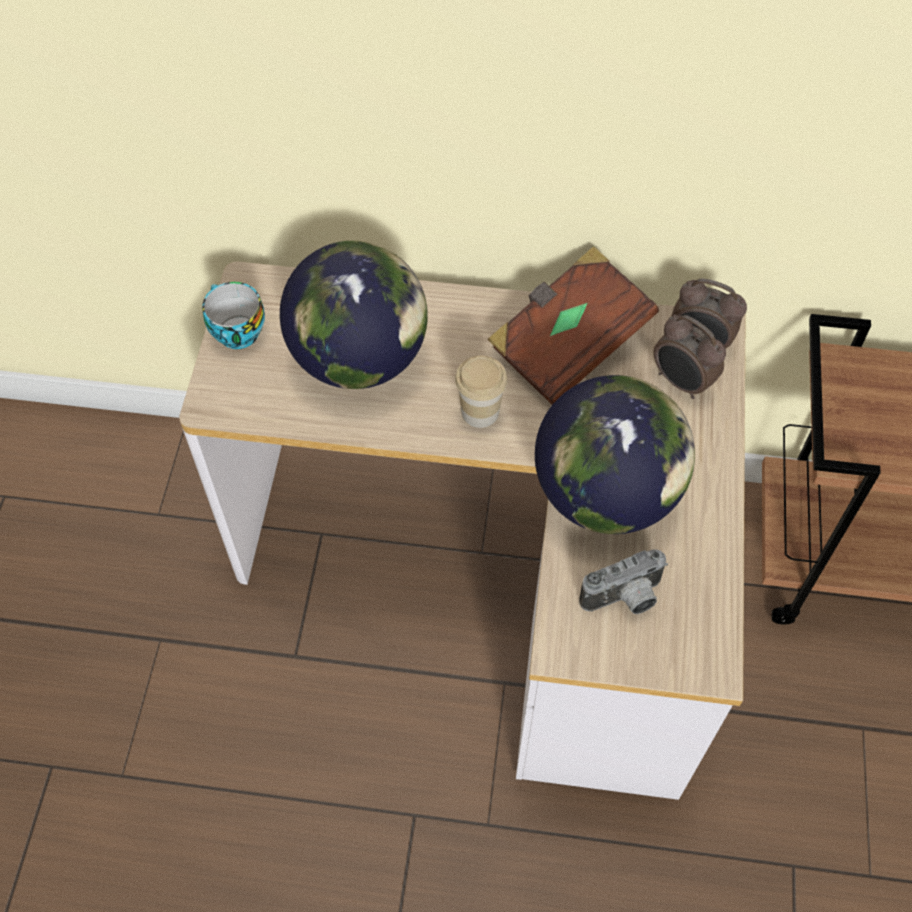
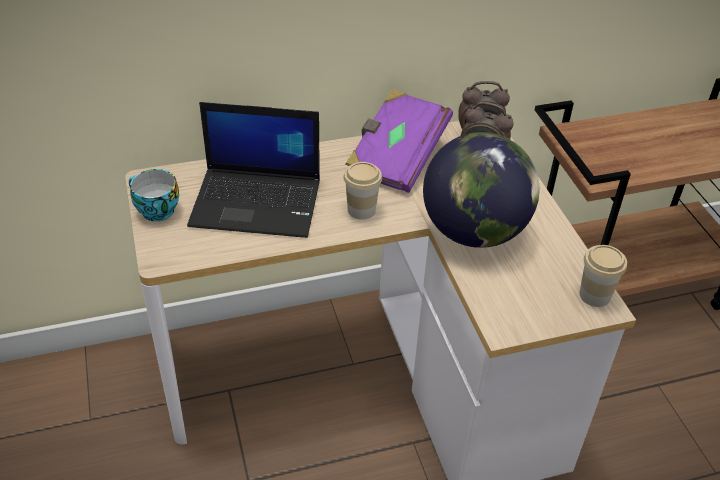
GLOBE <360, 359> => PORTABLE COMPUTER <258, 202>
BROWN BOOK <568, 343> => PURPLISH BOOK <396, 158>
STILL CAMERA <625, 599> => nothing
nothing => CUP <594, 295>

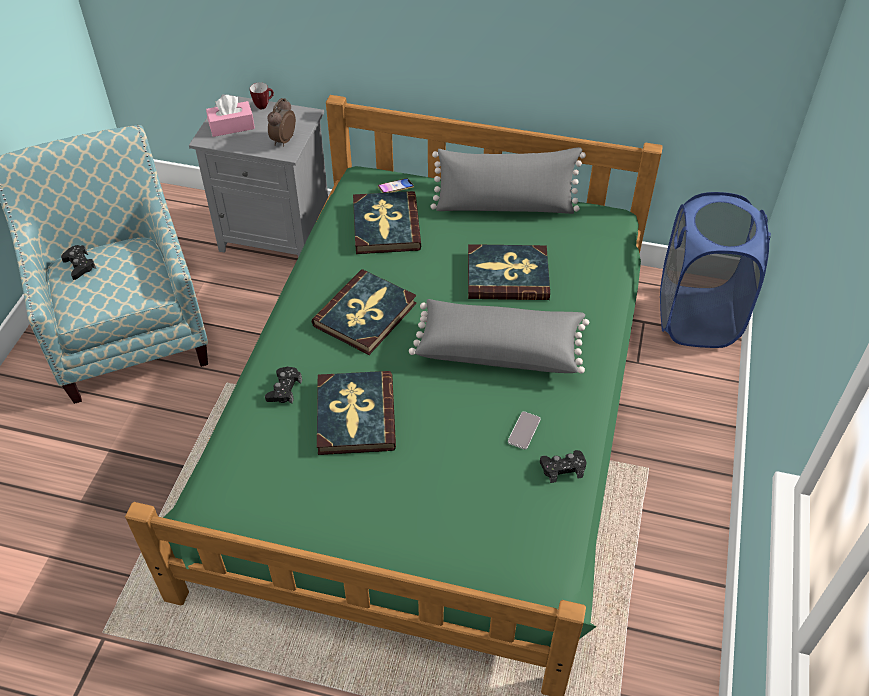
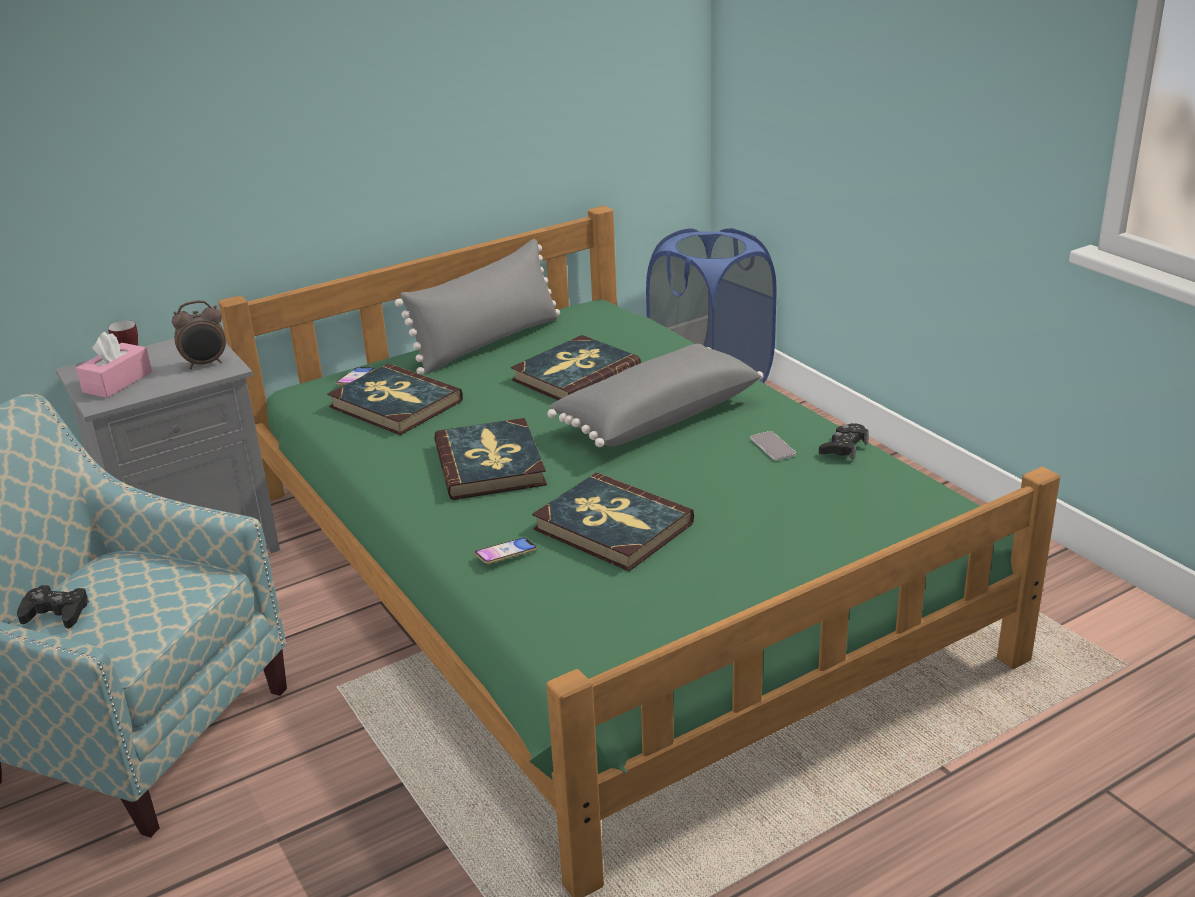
BLACK GAMEPAD <284, 389> => TELEPHONE <506, 554>
TABLE CLOCK <283, 140> => TABLE CLOCK <206, 364>, 90 degrees counterclockwise

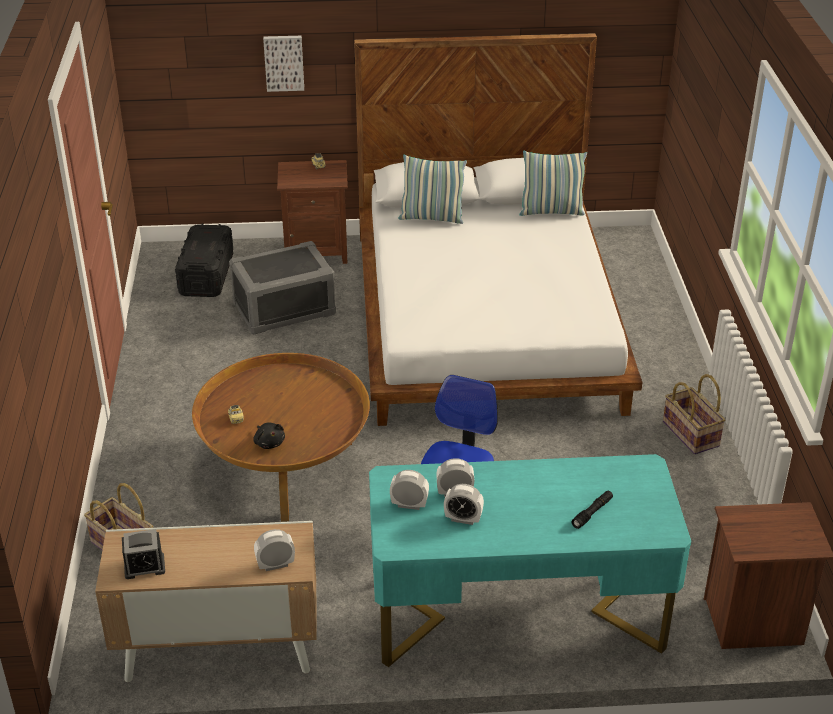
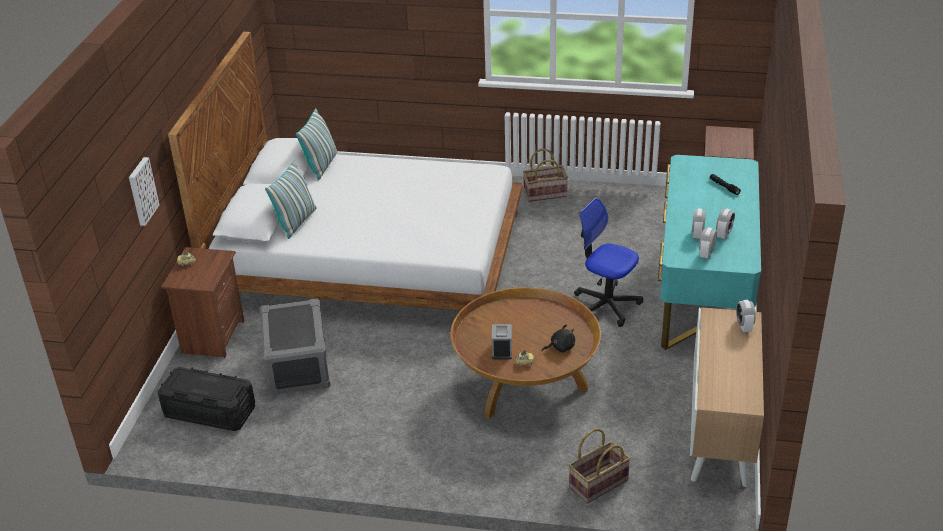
TABLE CLOCK <144, 566> => TABLE CLOCK <502, 350>, relocated

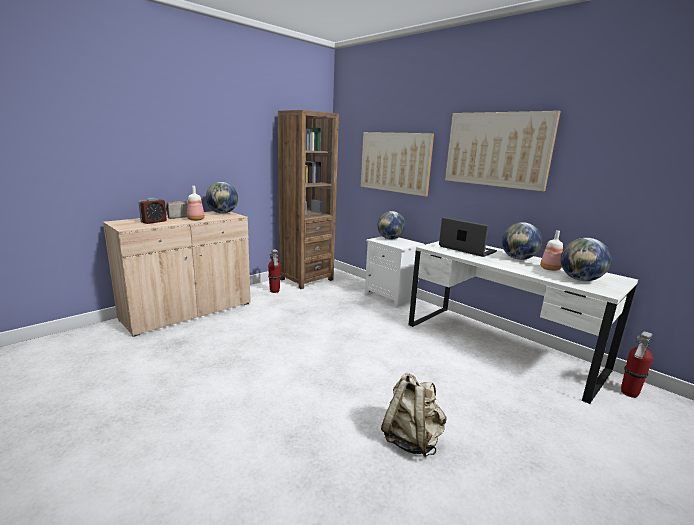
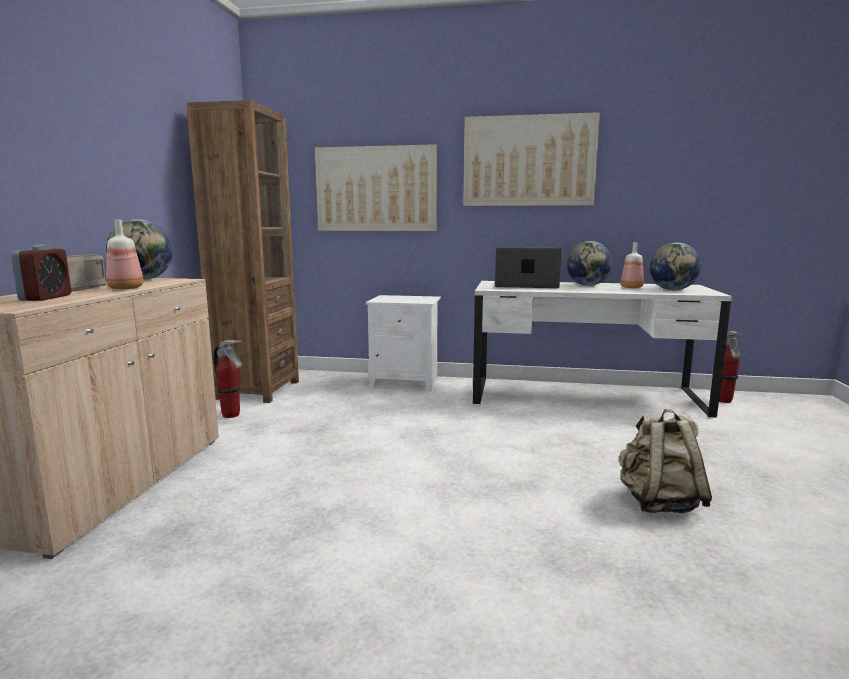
GLOBE <390, 239> => nothing

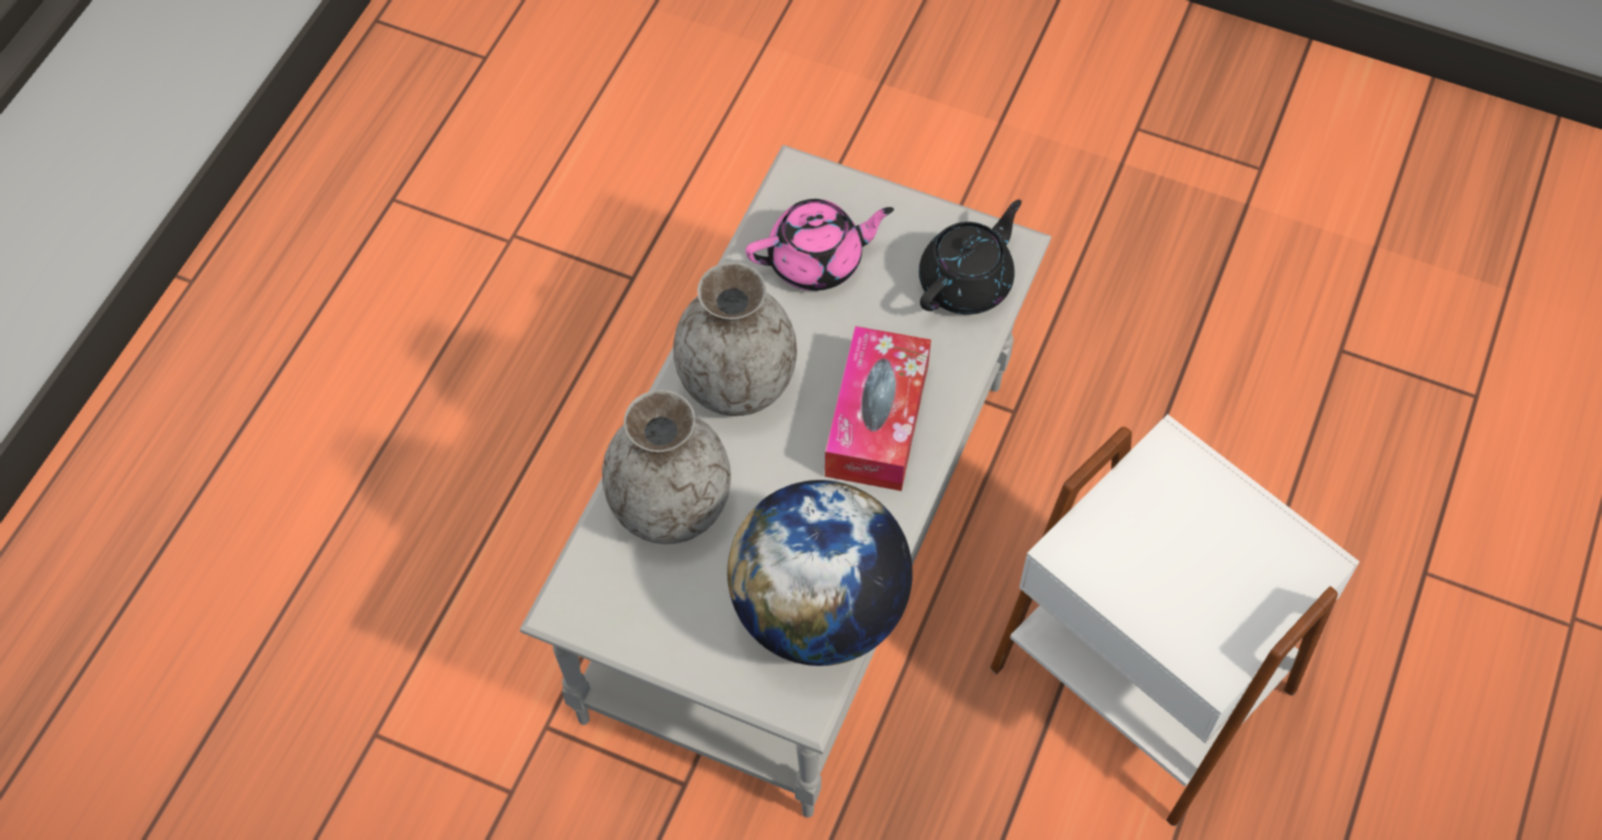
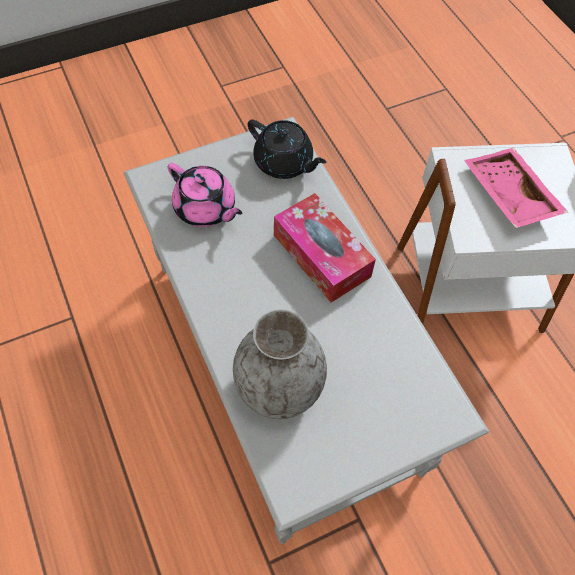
GRAY DECORATIVE VASE <736, 384> => nothing
GLOBE <819, 611> => nothing
PINKISH TEAPOT <817, 260> => PINKISH TEAPOT <205, 209>, 105 degrees clockwise
BLACK TEAPOT <967, 282> => BLACK TEAPOT <284, 163>, 135 degrees clockwise
nothing => PINKISH SERVING TRAY <507, 195>

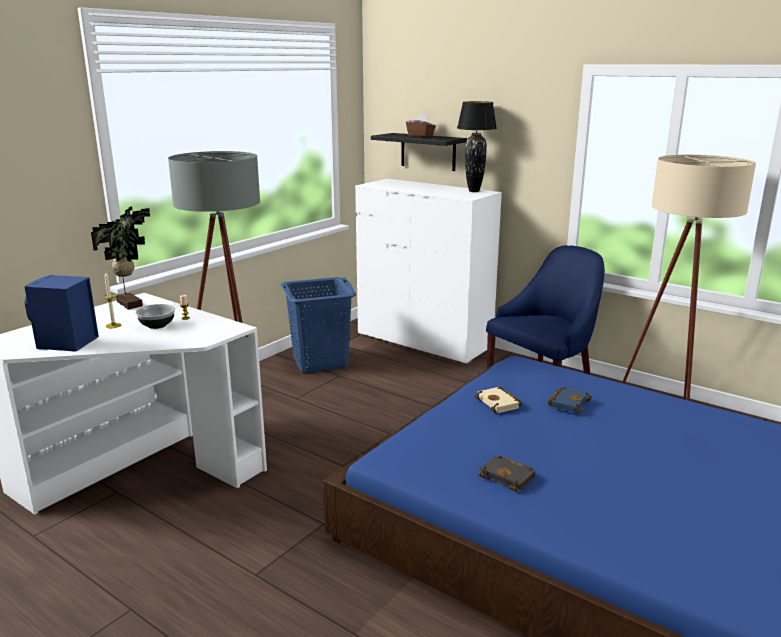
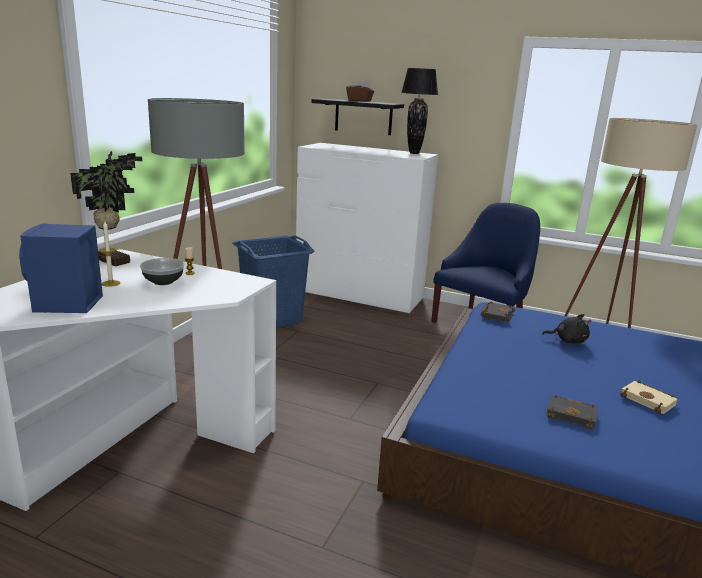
BEIGE-COLOURED BOOK <499, 403> => BEIGE-COLOURED BOOK <649, 400>, relocated
BLUE BOOK <568, 402> => BLACK SOFT TOY <568, 341>
nothing => BLACK BOOK <496, 314>

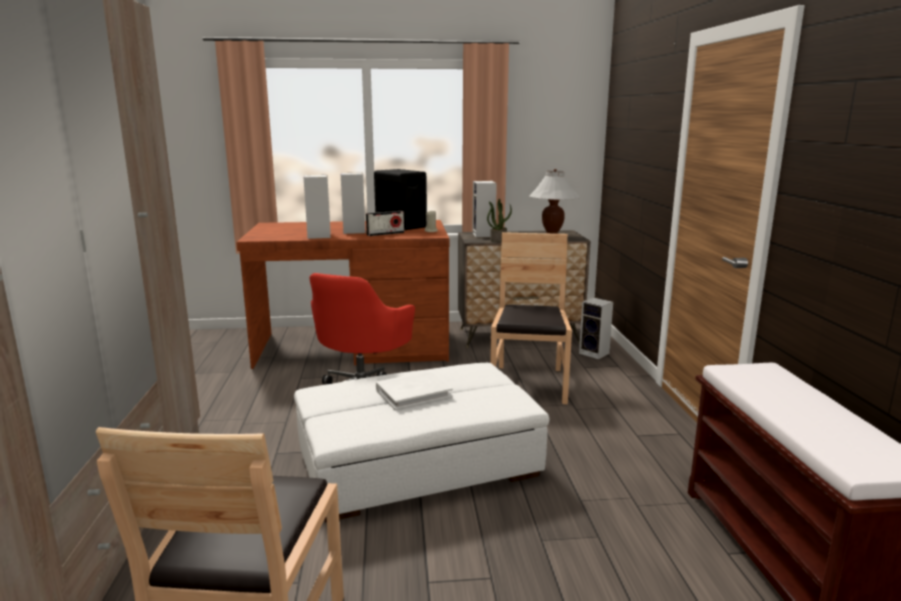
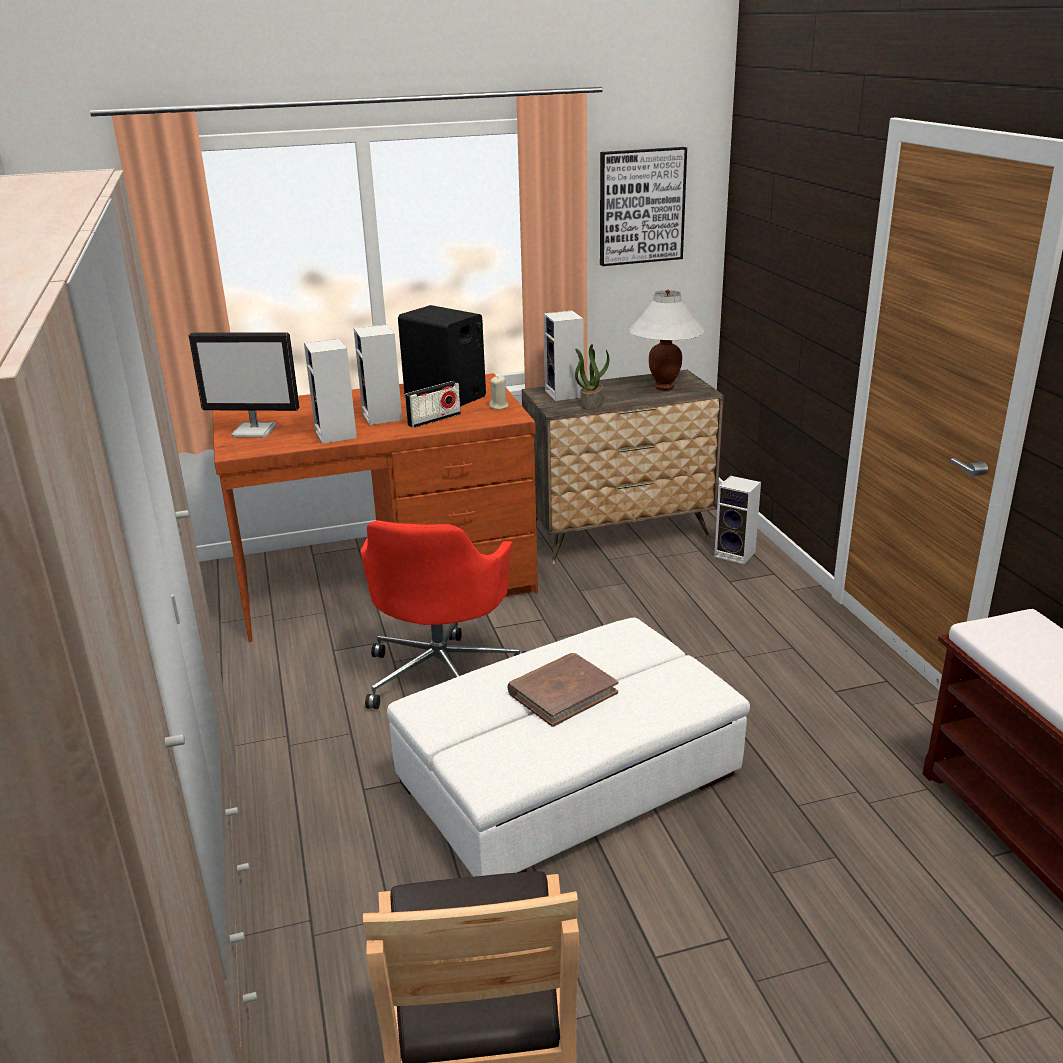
WHITE BOOK <413, 393> => BROWN BOOK <562, 693>
BROWN CHAIR <529, 384> => nothing
nothing => MONITOR <255, 431>
nothing => PICTURE <641, 206>

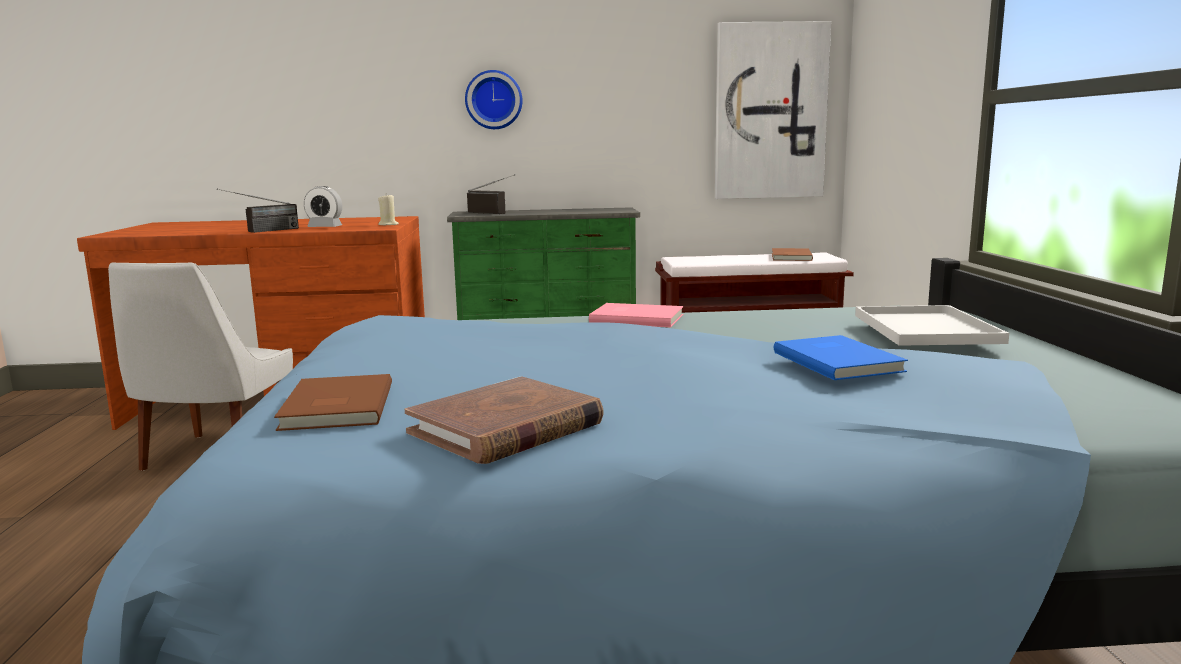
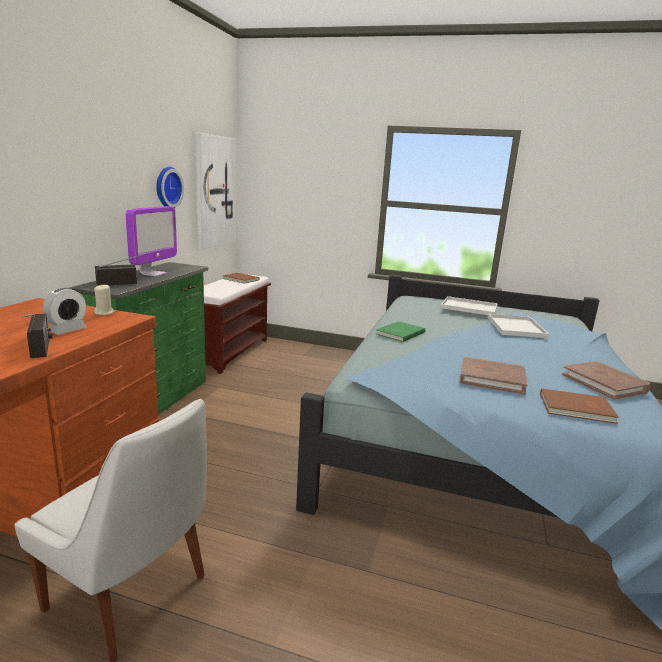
CLOCK ON THE WALL <494, 100> => CLOCK ON THE WALL <166, 187>, relocated
PINKISH BOOK <636, 318> => GREENISH BOOK <399, 333>
BLUE BOOK <838, 361> => WHITE SERVING TRAY <515, 326>
nothing => MONITOR <153, 273>
nothing => BROWN BOOK <492, 378>

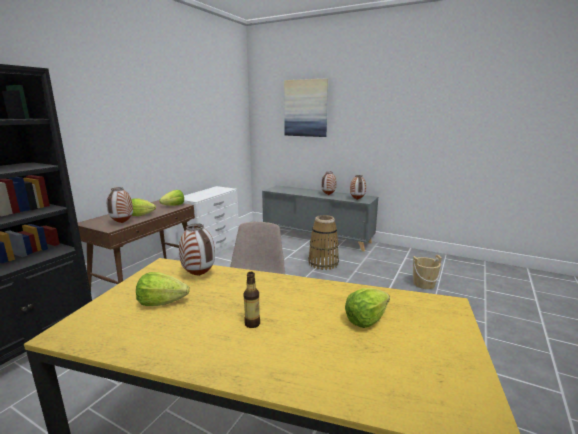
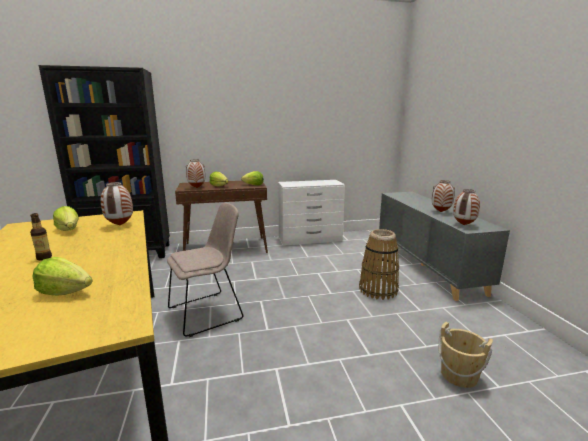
PICTURE <306, 108> => nothing

